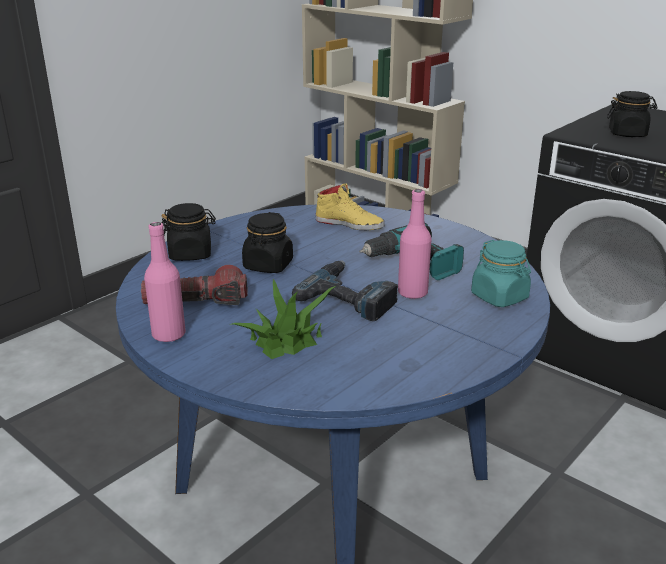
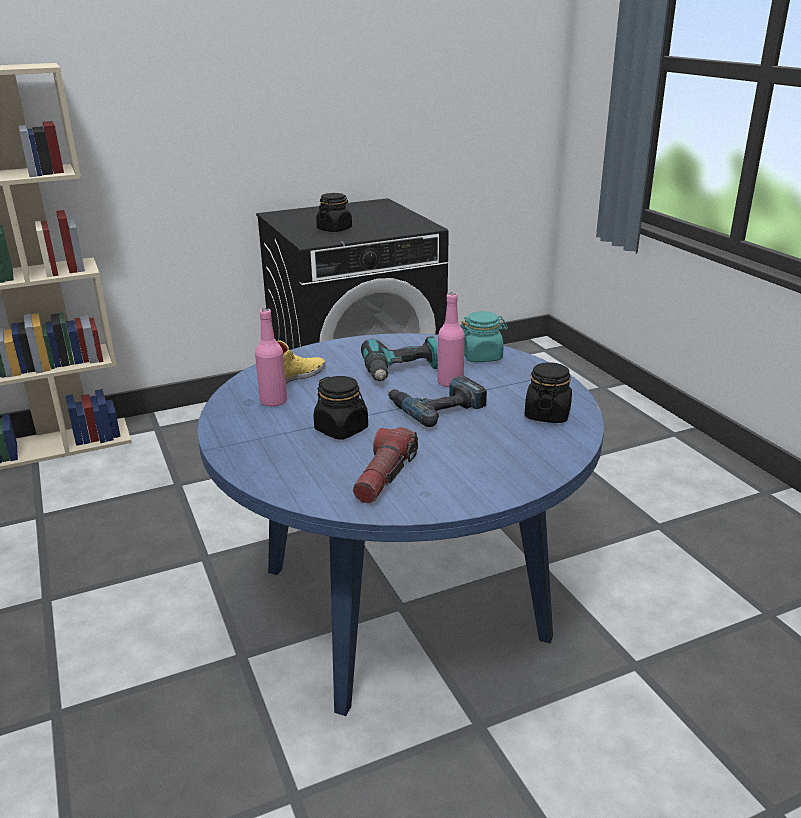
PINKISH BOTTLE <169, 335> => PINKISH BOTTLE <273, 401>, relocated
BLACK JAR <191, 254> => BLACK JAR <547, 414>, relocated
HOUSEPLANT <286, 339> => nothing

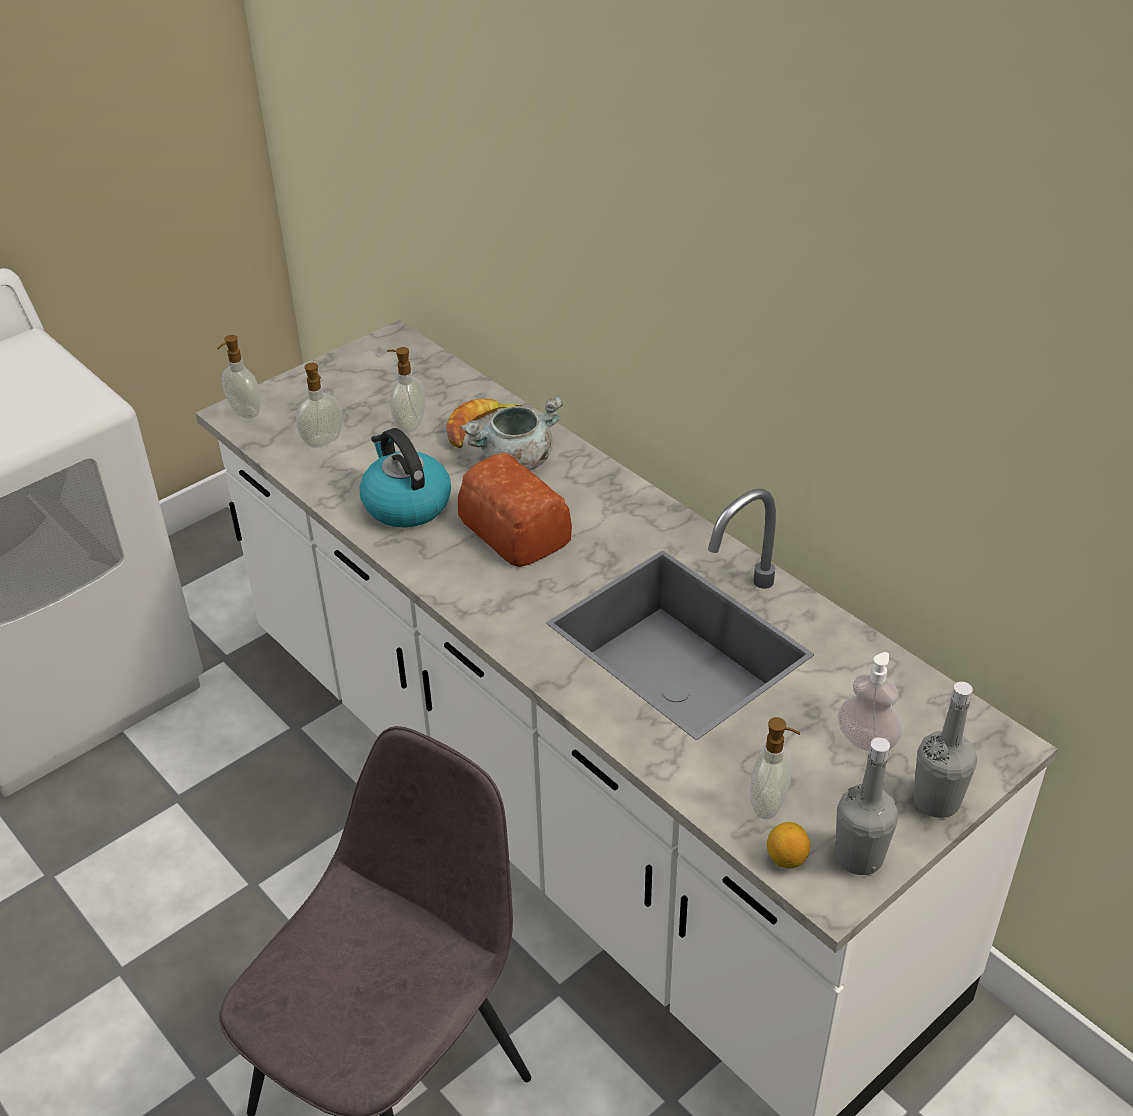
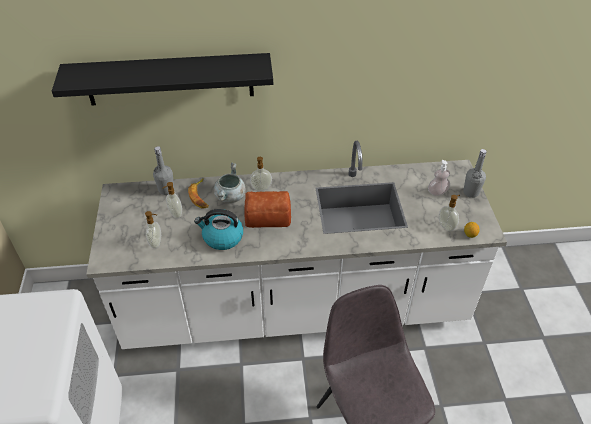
SOAP BOTTLE <244, 412> => SOAP BOTTLE <261, 188>, relocated
GRAY BOTTLE <859, 857> => GRAY BOTTLE <166, 190>, relocated
nothing => BLACK BRACKET SHELF <170, 79>

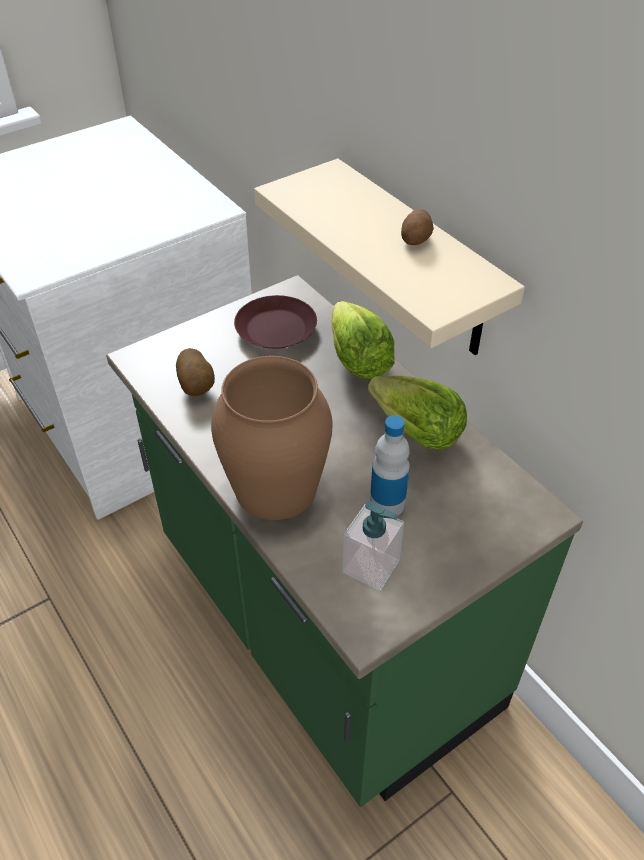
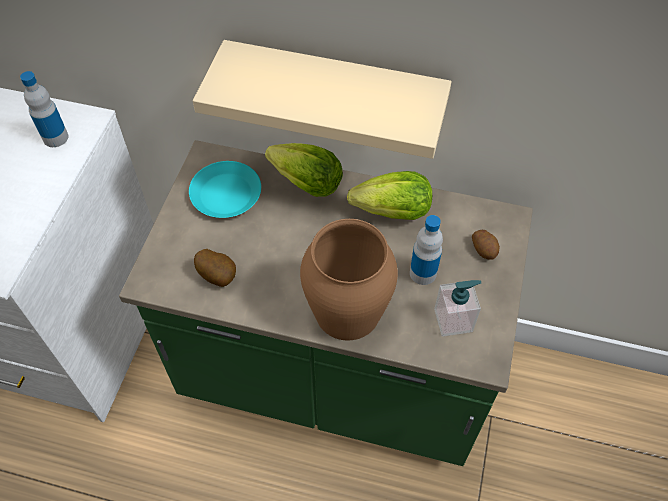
BROWN FLAT DISH <275, 330> => TURQUOISE FLAT DISH <226, 195>
POTATO <416, 239> => POTATO <484, 249>, relocated
nothing => BOTTLE <55, 137>

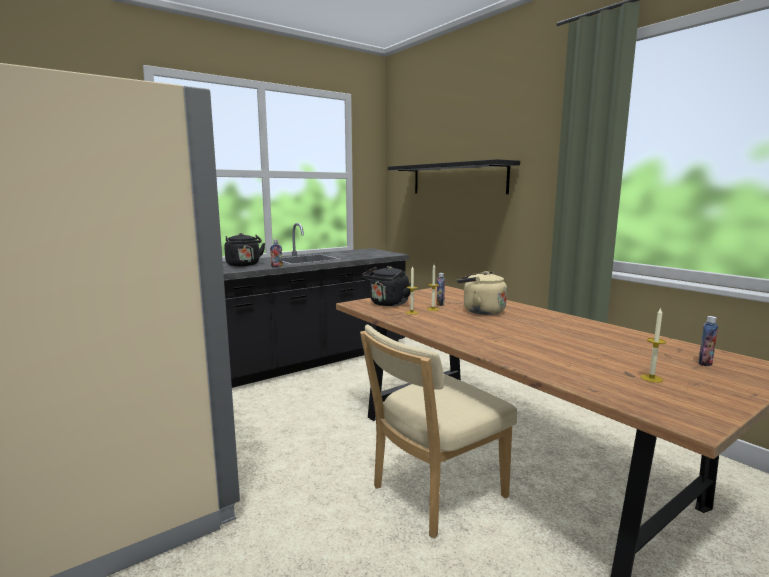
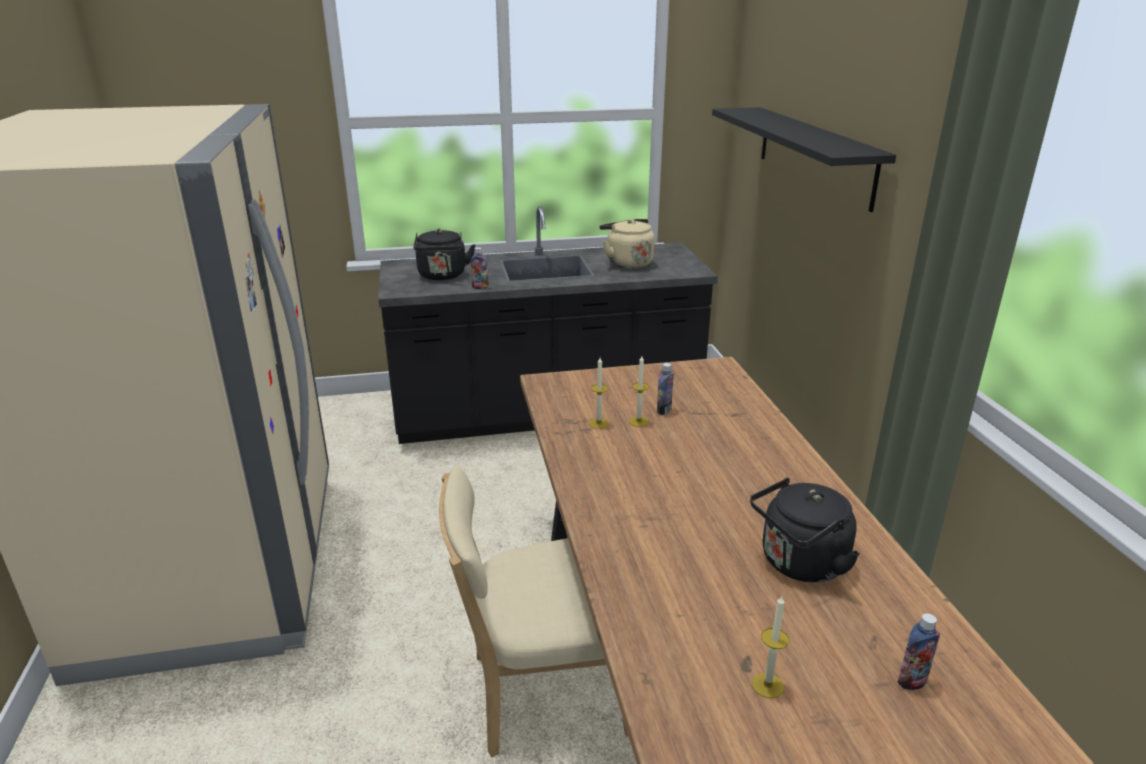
BLACK TEA KETTLE <388, 304> => BLACK TEA KETTLE <799, 564>, relocated
BEIGE-COLOURED TEA KETTLE <480, 311> => BEIGE-COLOURED TEA KETTLE <627, 263>, relocated

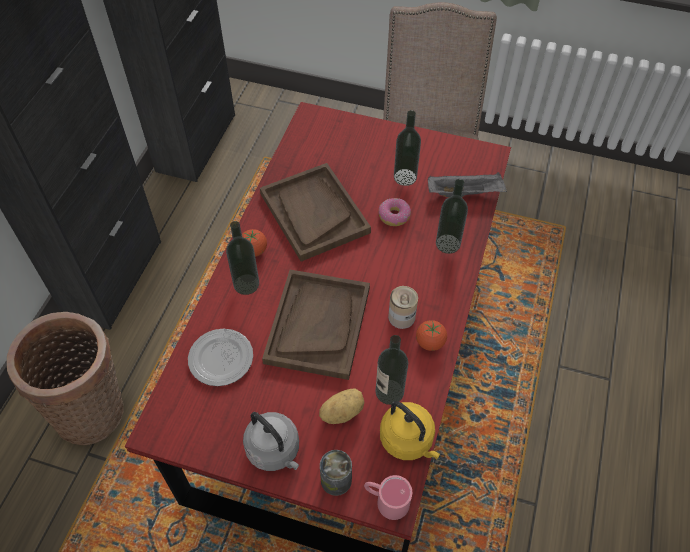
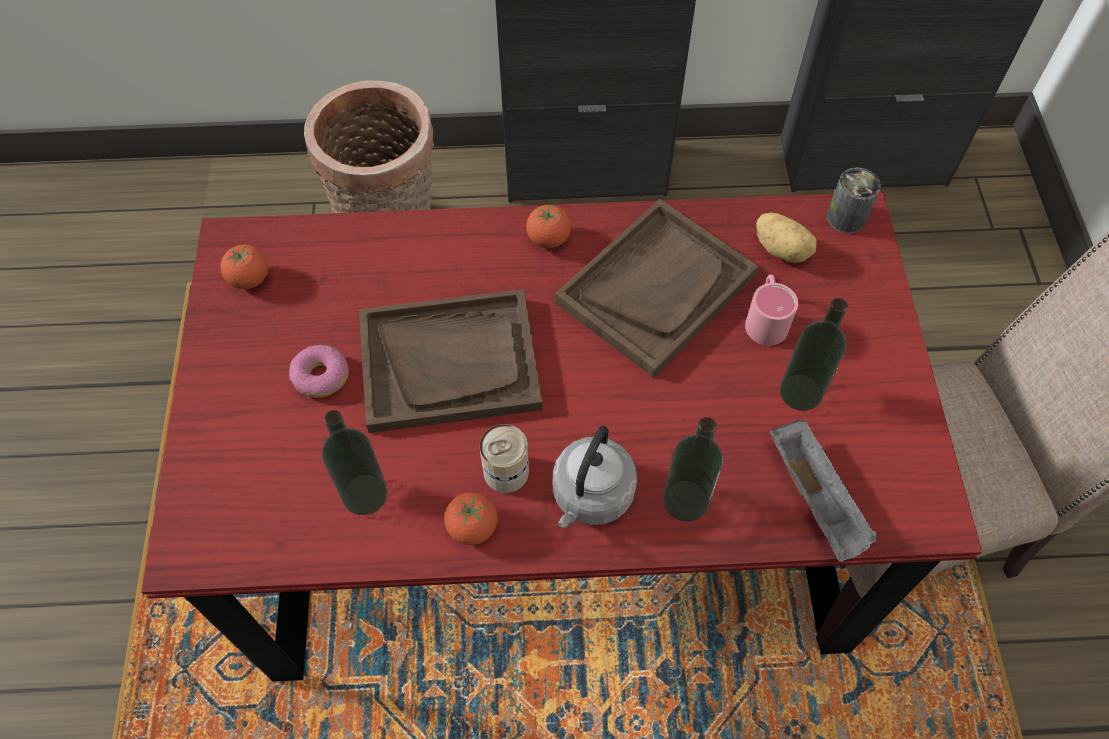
FLAT DISH <221, 358> => nothing
BOTTLE <246, 284> => nothing
GRAY TEA KETTLE <275, 451> => GRAY TEA KETTLE <591, 496>, relocated
POTATO <341, 412> => POTATO <782, 249>, relocated
SEALED CAN <336, 480> => SEALED CAN <846, 217>, relocated
PINKISH MUG <386, 500> => PINKISH MUG <766, 318>, relocated
RING DOUGHNUT <394, 216> => RING DOUGHNUT <321, 377>, relocated
YELLOWISH TEA KETTLE <408, 441> => nothing
nothing => TOMATO <250, 279>

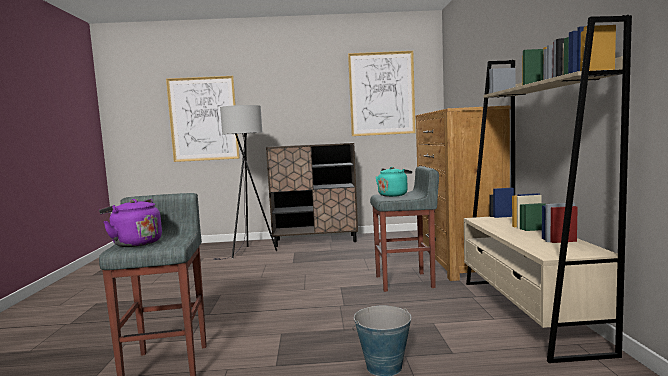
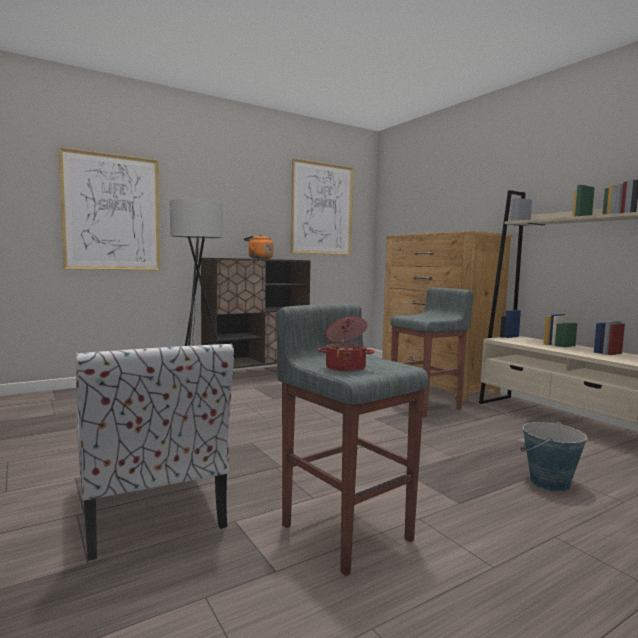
PURPLISH TEA KETTLE <135, 243> => STOCKPOT <345, 368>
TURQUOISE TEA KETTLE <393, 195> => nothing
nothing => CHAIR <151, 508>
nothing => ORANGE-COLOURED TEA KETTLE <259, 258>

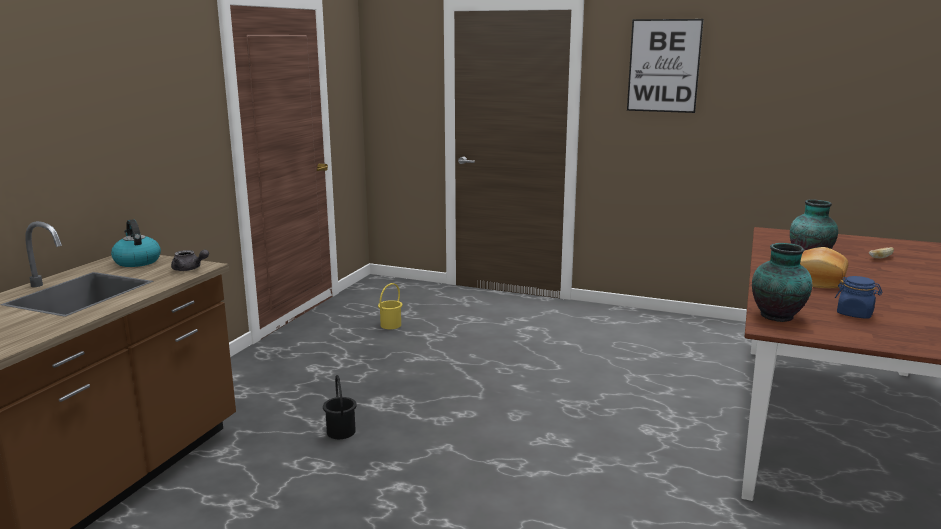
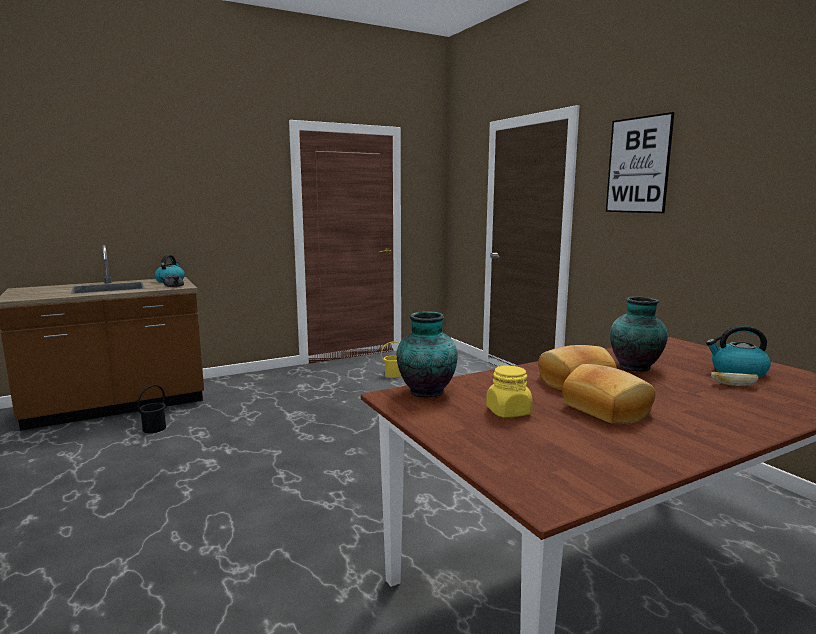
BLACK WATER BUCKET <340, 432> => BLACK WATER BUCKET <154, 428>, relocated
BLUE JAR <855, 314> => YELLOWISH JAR <508, 412>
nothing => BAKERY BREAD <607, 409>
nothing => TEA KETTLE <737, 372>

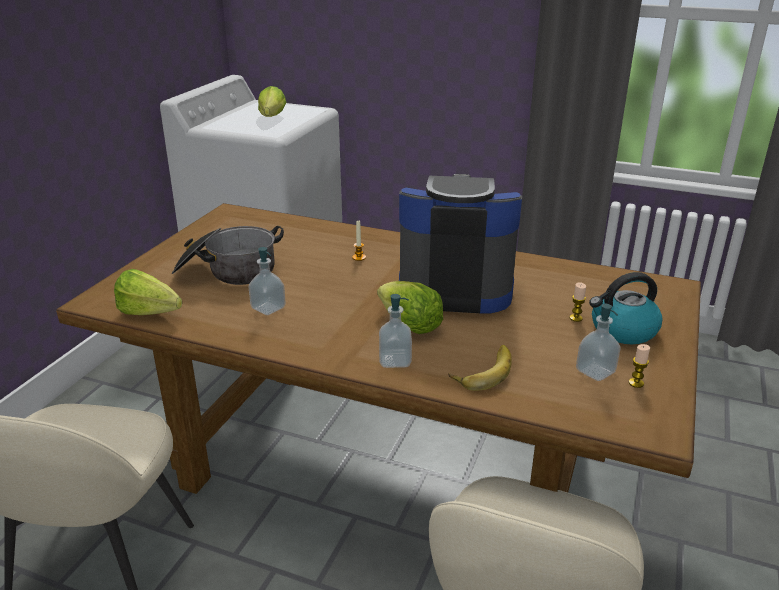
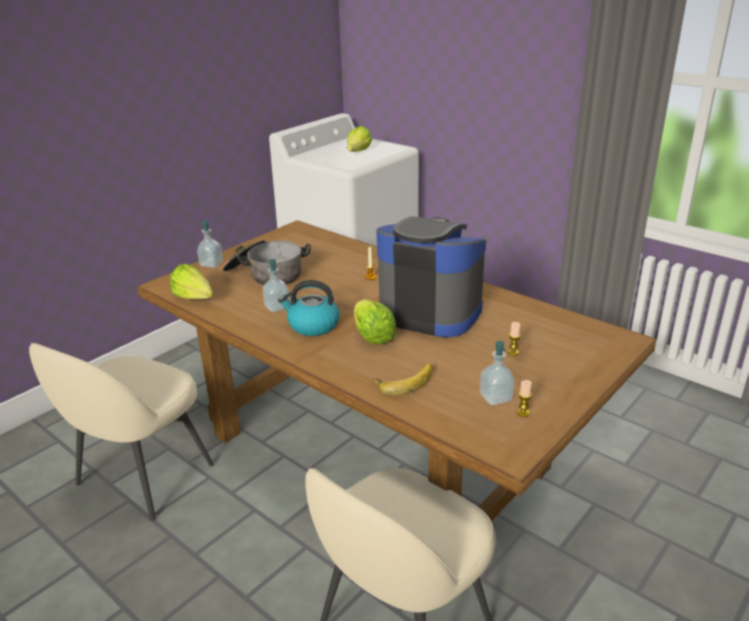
SOAP BOTTLE <395, 360> => SOAP BOTTLE <211, 264>, relocated
TEA KETTLE <622, 330> => TEA KETTLE <312, 325>, relocated

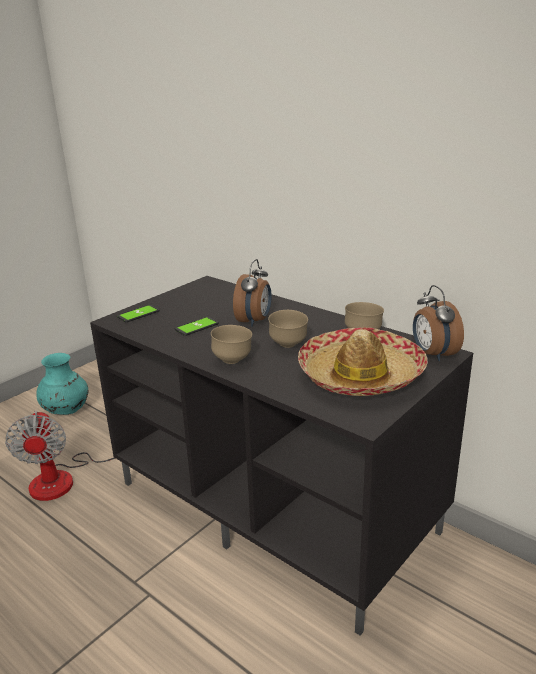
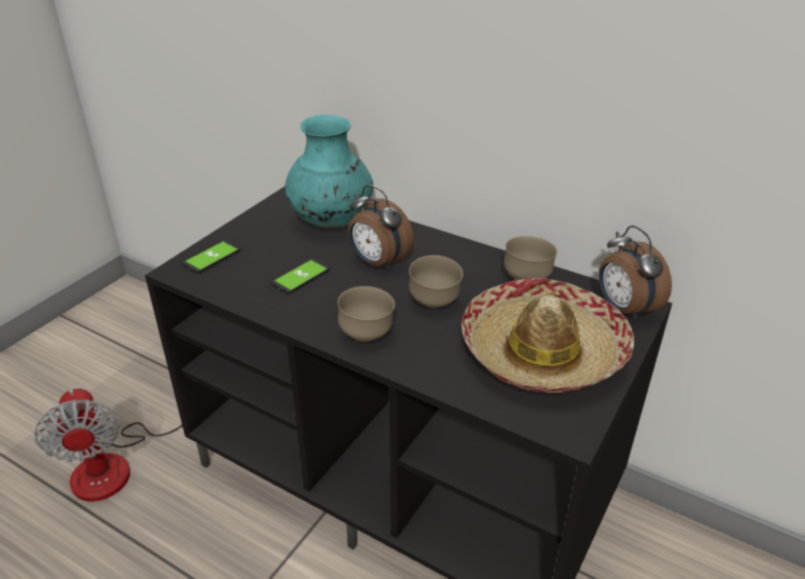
TURQUOISE DECORATIVE VASE <66, 411> => TURQUOISE DECORATIVE VASE <331, 222>, relocated
TABLE CLOCK <254, 321> => TABLE CLOCK <377, 263>, 120 degrees clockwise

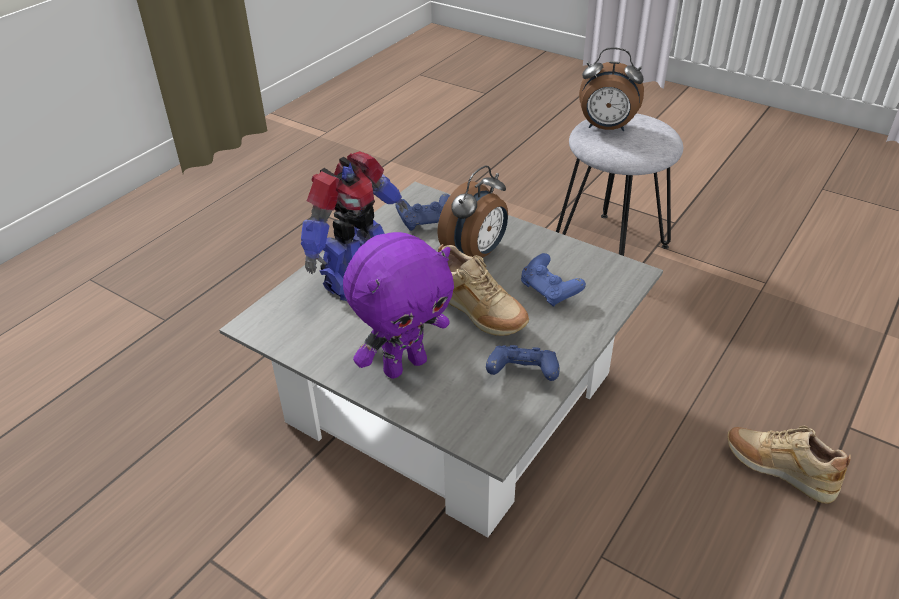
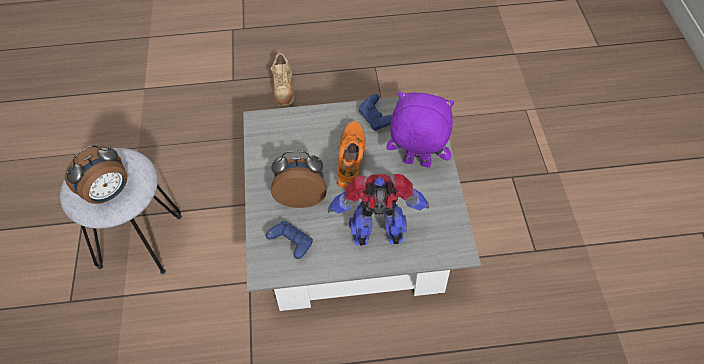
BEIGE-COLOURED LOW SHOE <480, 314> => ORANGE-COLOURED LOW SHOE <351, 159>
BLUE GAMEPAD <550, 291> => nothing
TABLE CLOCK <606, 128> => TABLE CLOCK <108, 193>, 75 degrees clockwise

